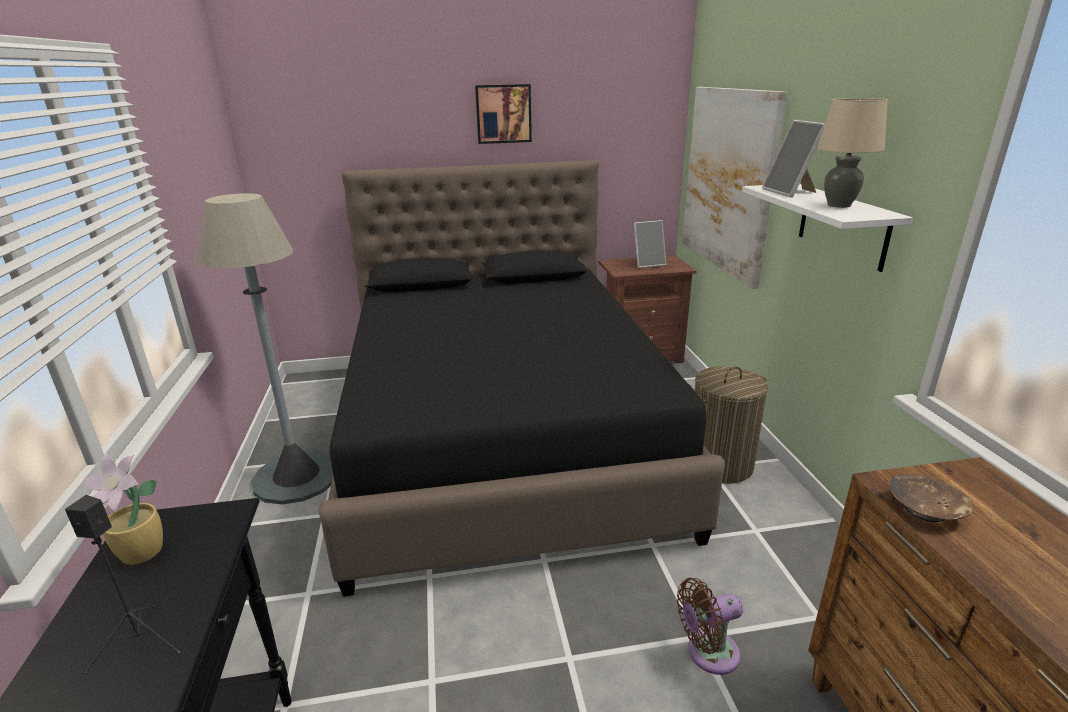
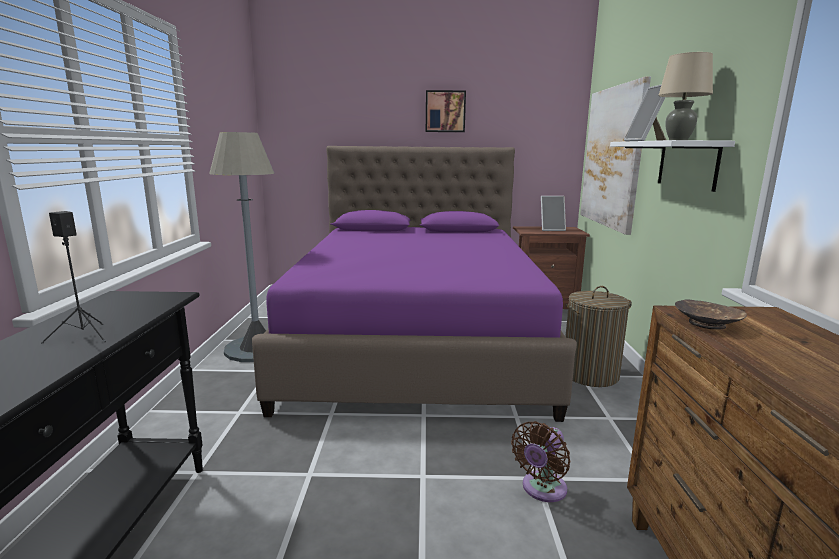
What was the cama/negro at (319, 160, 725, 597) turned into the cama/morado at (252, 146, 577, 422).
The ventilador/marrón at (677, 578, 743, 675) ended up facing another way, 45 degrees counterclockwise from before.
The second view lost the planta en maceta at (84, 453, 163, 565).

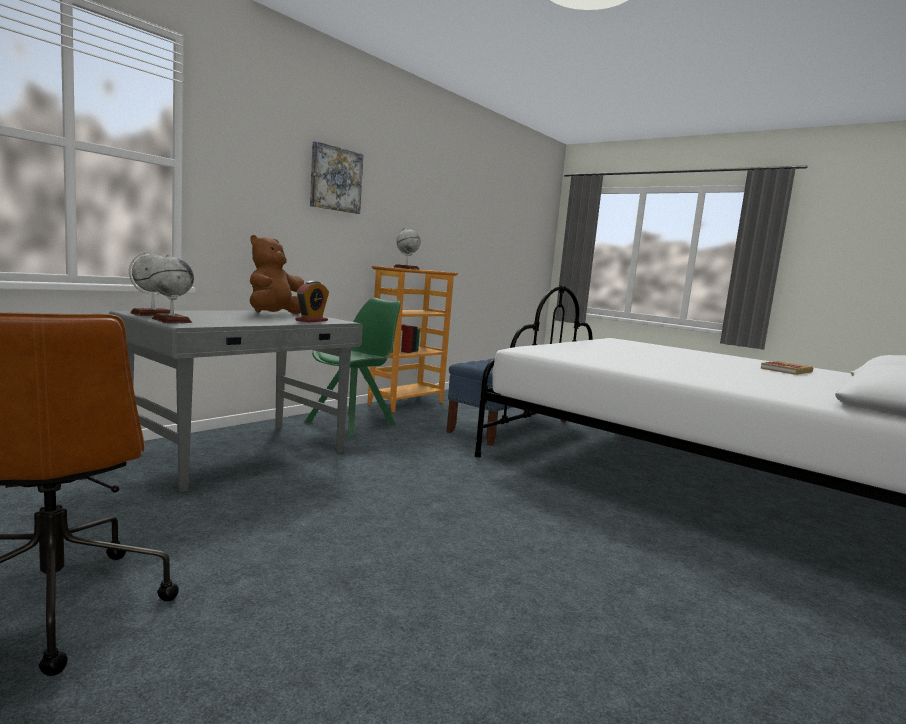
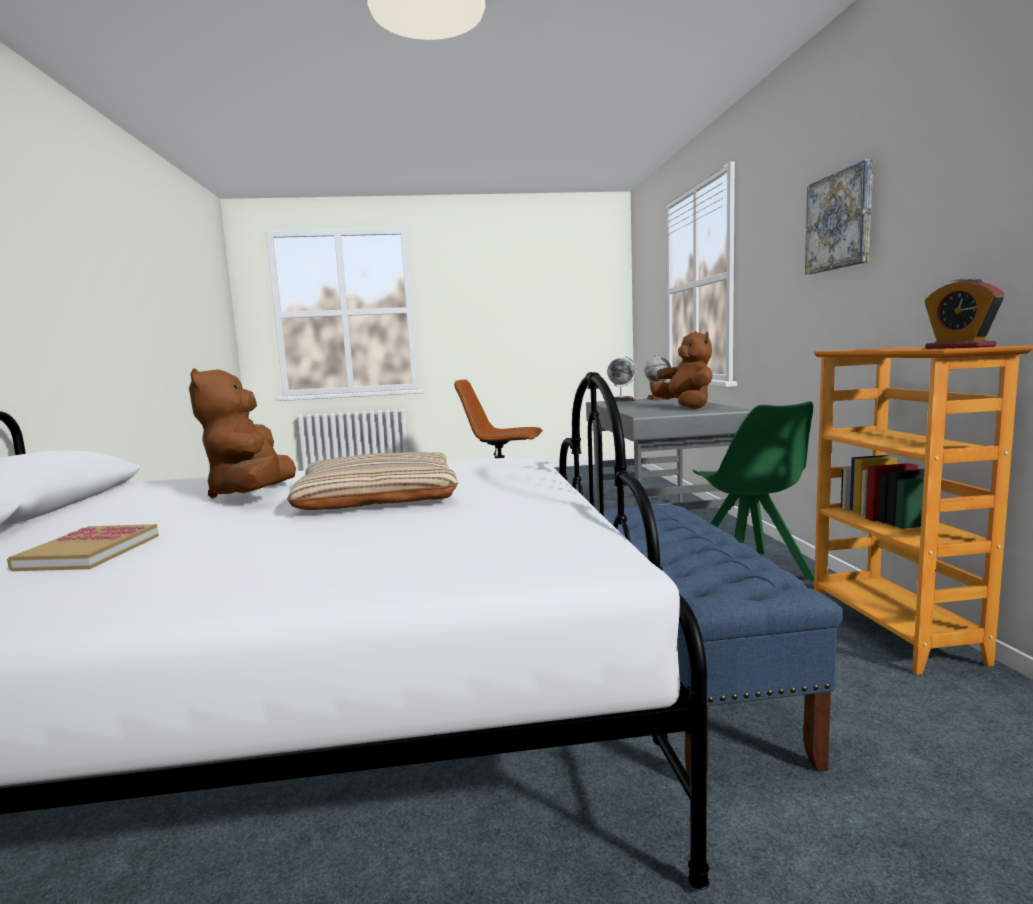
The second view gained the peluche/marrón at (189, 368, 296, 498).
The second view gained the cojín/beis at (287, 452, 458, 510).
The despertador ended up elsewhere, having gone from (296, 281, 329, 322) to (925, 279, 1005, 349).
The second view lost the globo terráqueo at (393, 228, 420, 270).

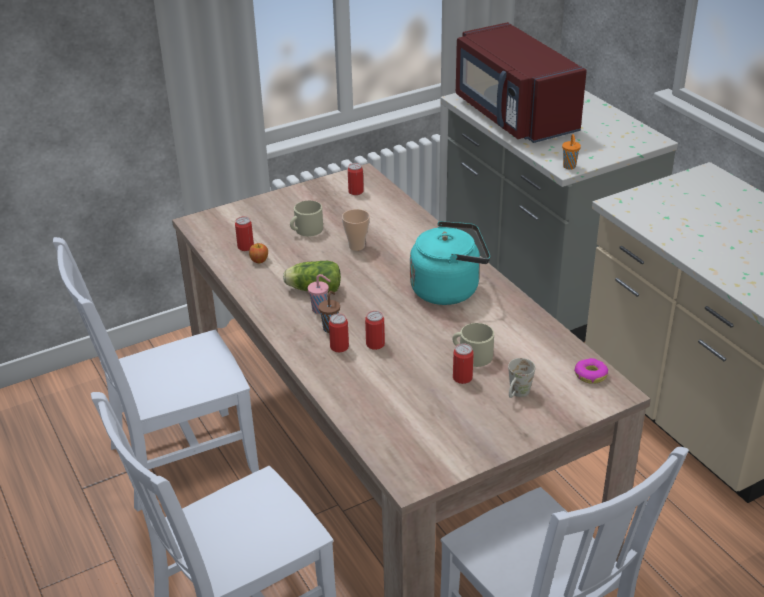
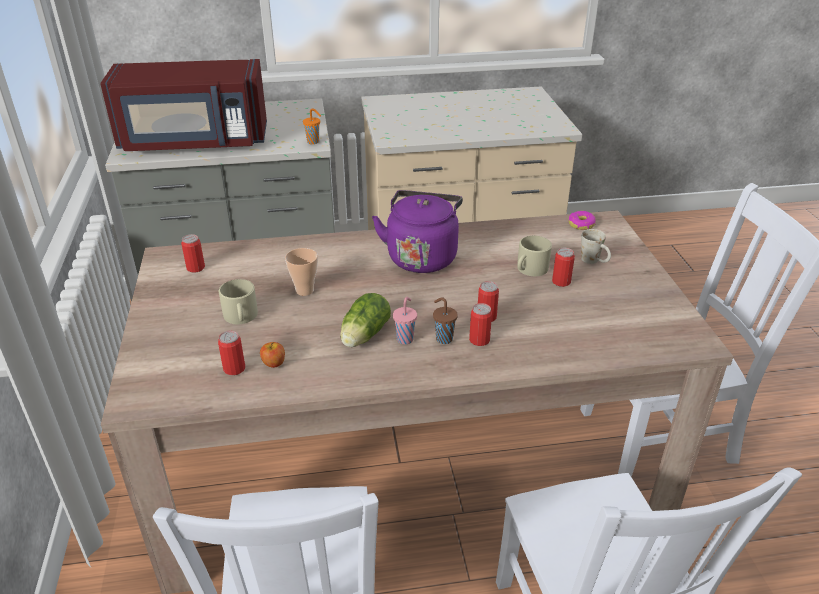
What was the hervidor/turquesa at (410, 221, 490, 305) turned into the hervidor/morado at (372, 190, 463, 273).

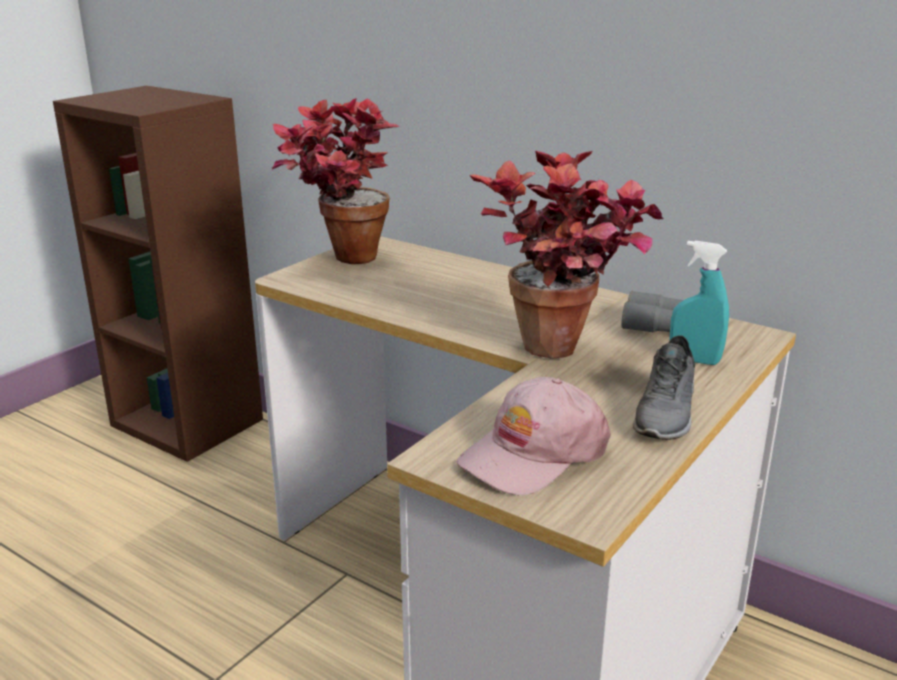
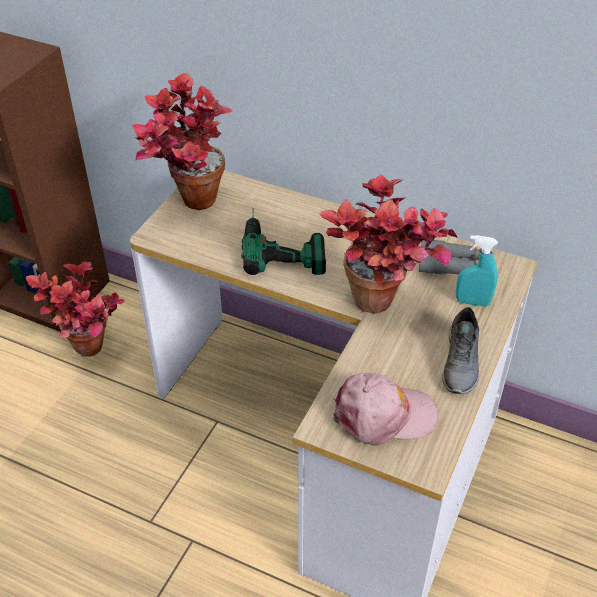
The second view gained the planta en maceta at (26, 261, 125, 357).
The second view gained the taladro at (241, 208, 326, 275).
The gorra/rosa at (457, 377, 611, 495) ended up facing another way, 135 degrees counterclockwise from before.

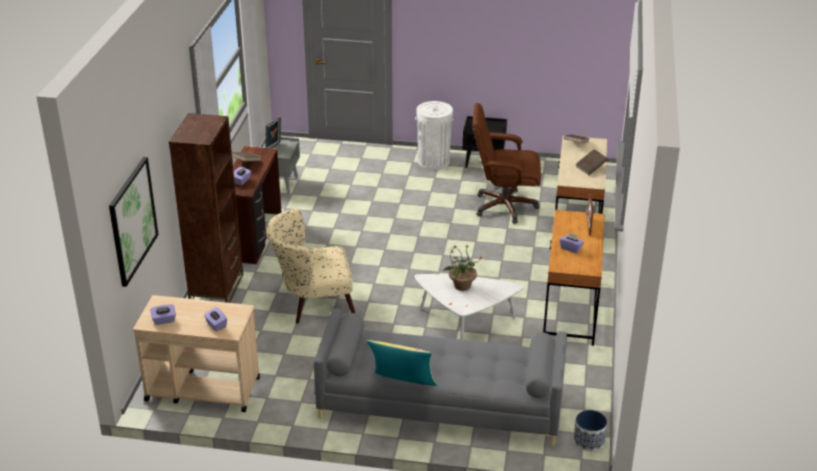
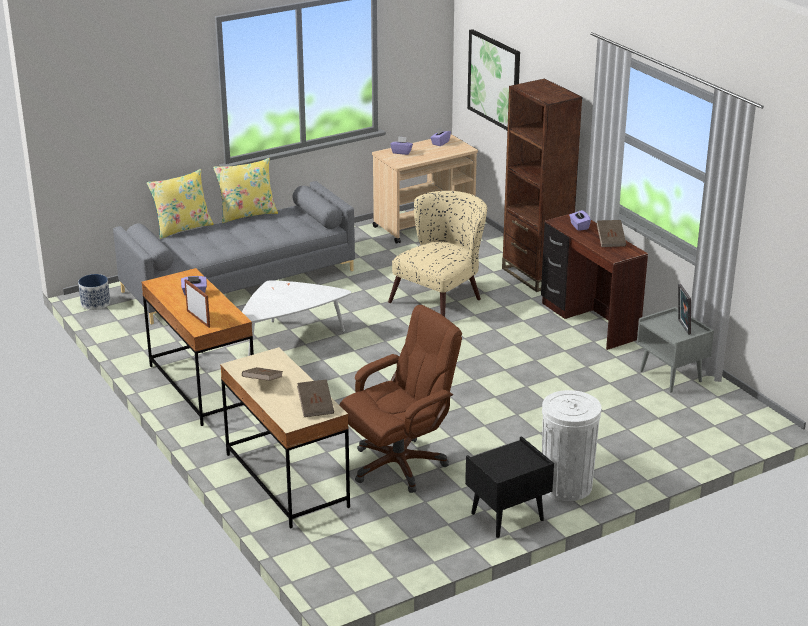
The second view gained the cojín/amarillo at (147, 169, 214, 239).
The second view lost the planta en maceta at (442, 244, 482, 291).

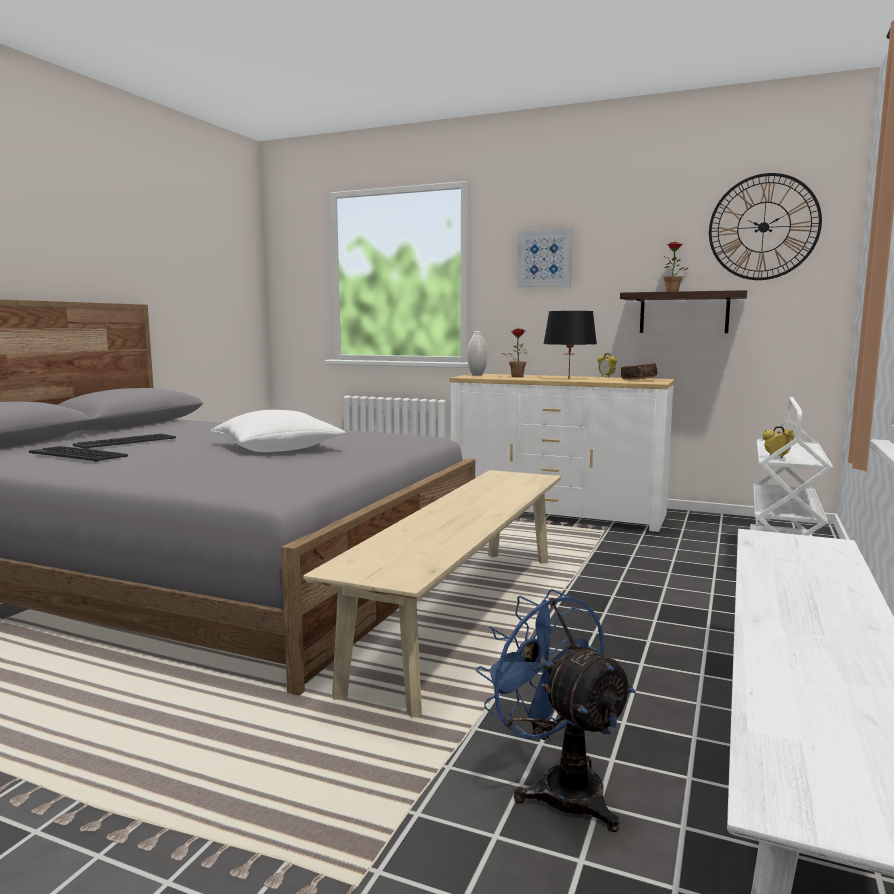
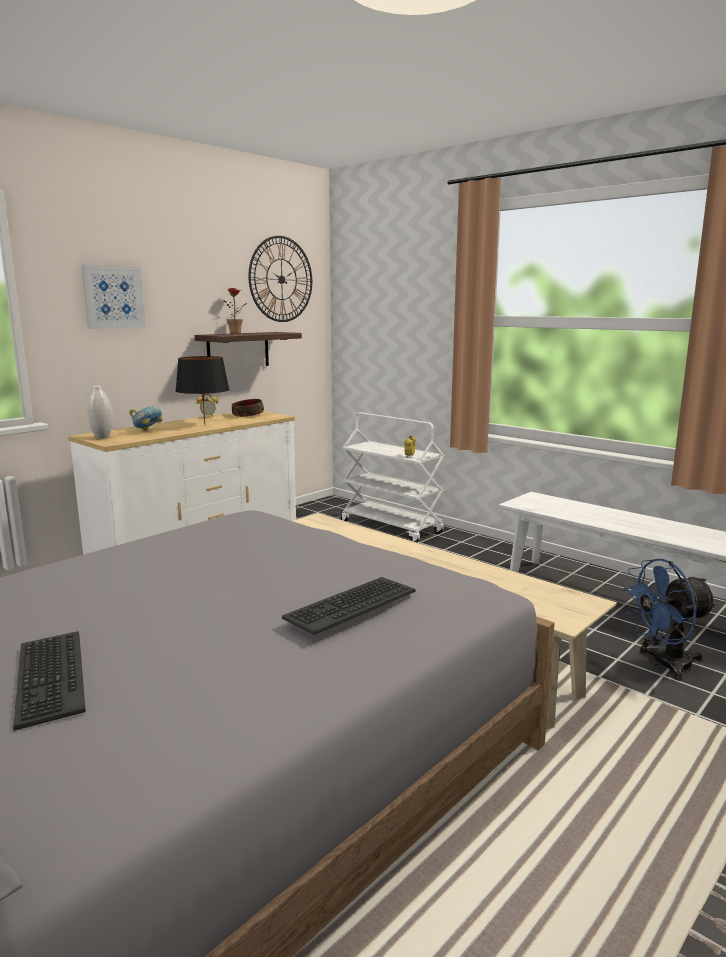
Where the planta en maceta stood at (502, 328, 527, 377), the cuenco came to stand at (129, 406, 163, 431).
The teclado ended up elsewhere, having gone from (29, 446, 128, 462) to (282, 577, 416, 635).
The second view lost the cojín/blanco at (211, 410, 346, 452).

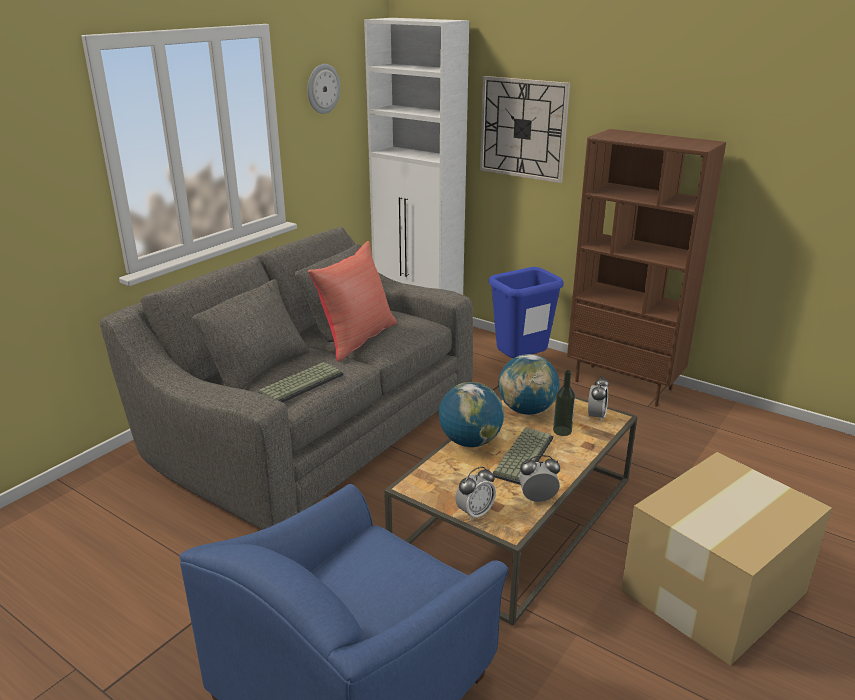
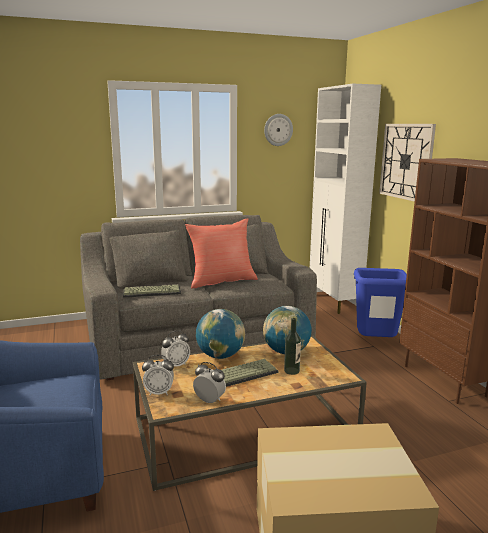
The despertador ended up elsewhere, having gone from (588, 376, 609, 422) to (161, 330, 190, 367).

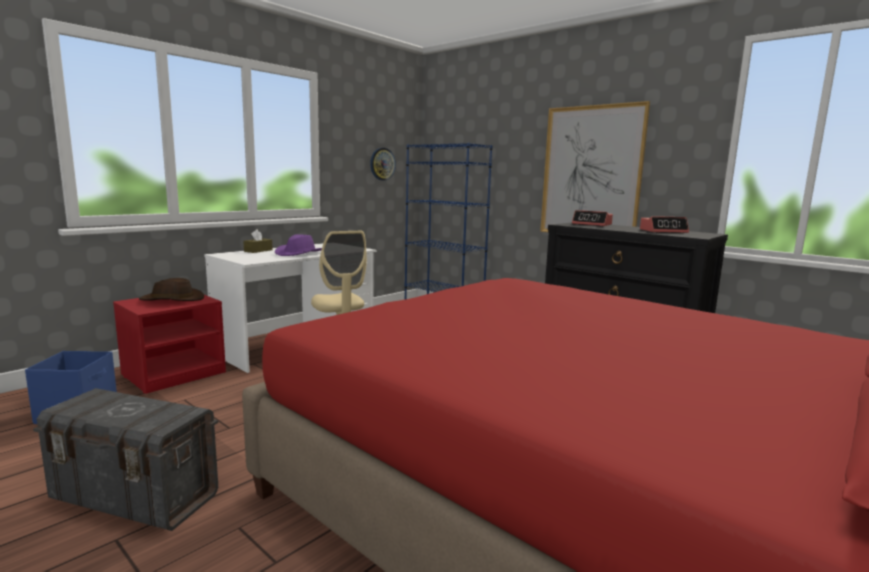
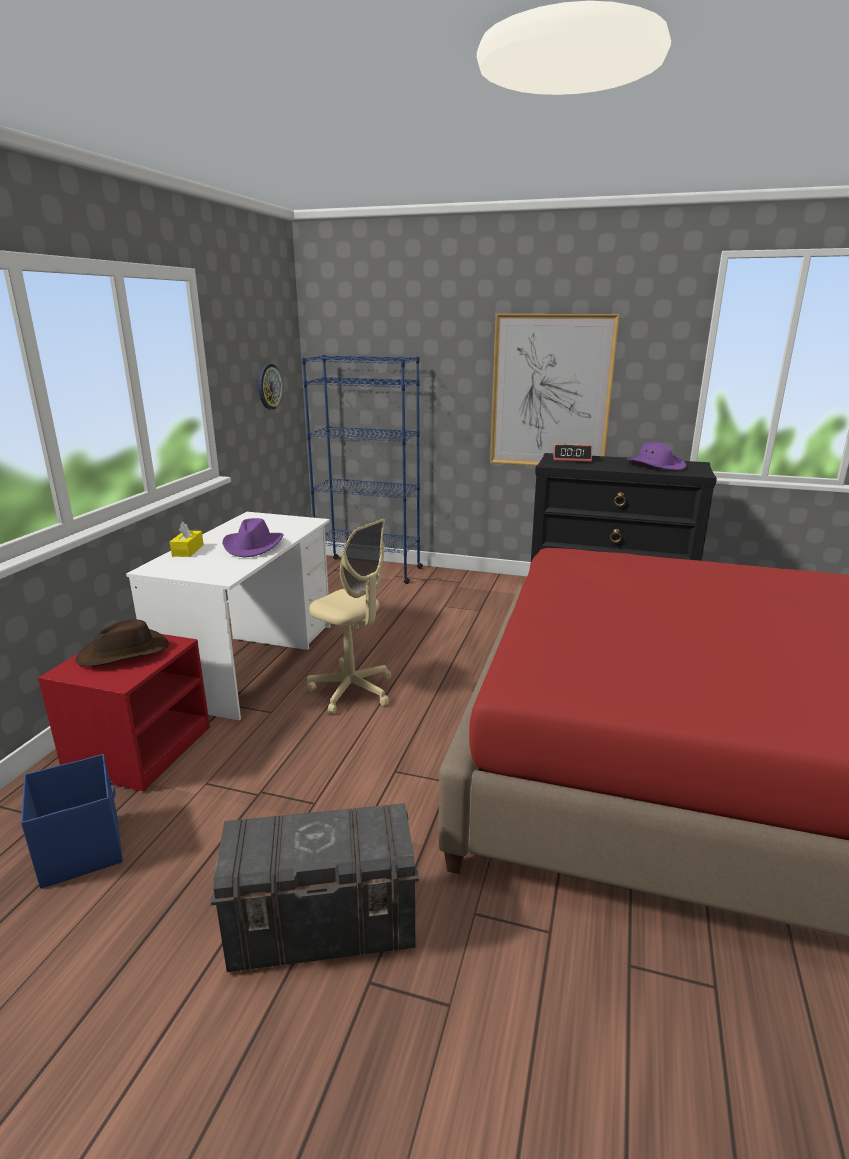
What was the caja de pañuelos/marrón at (243, 229, 273, 253) turned into the caja de pañuelos/amarillo at (170, 522, 204, 557).
Where the despertador stood at (640, 216, 689, 233), the sombrero/morado came to stand at (627, 442, 686, 470).

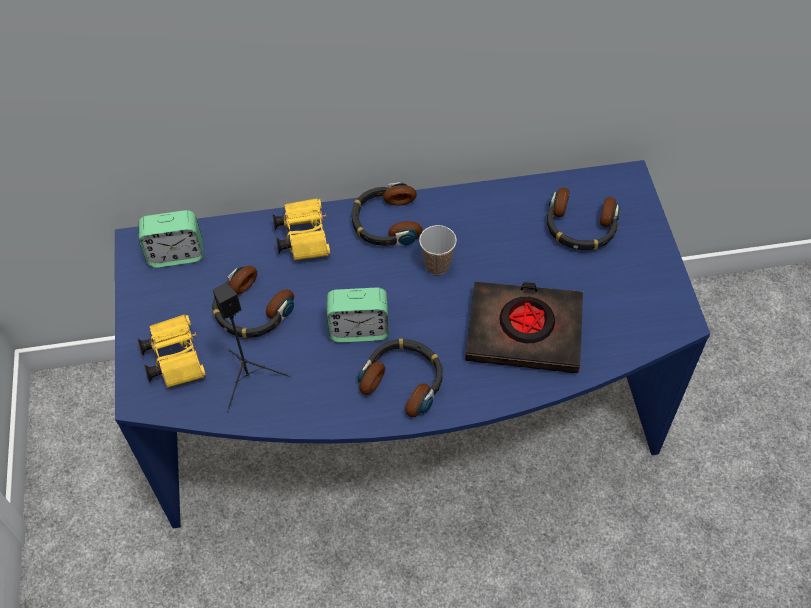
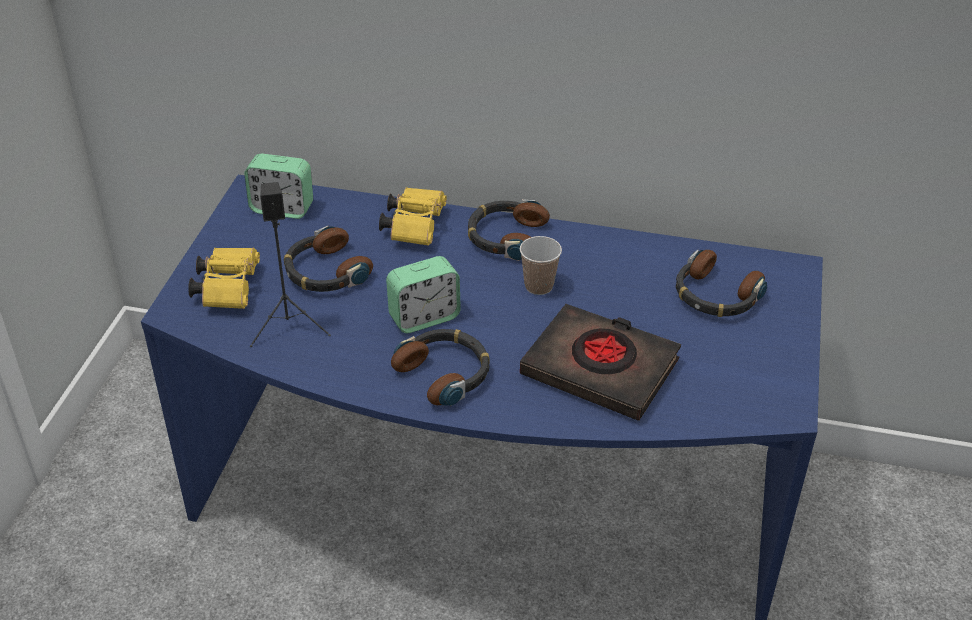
The despertador at (327, 288, 389, 343) ended up facing another way, 45 degrees counterclockwise from before.

